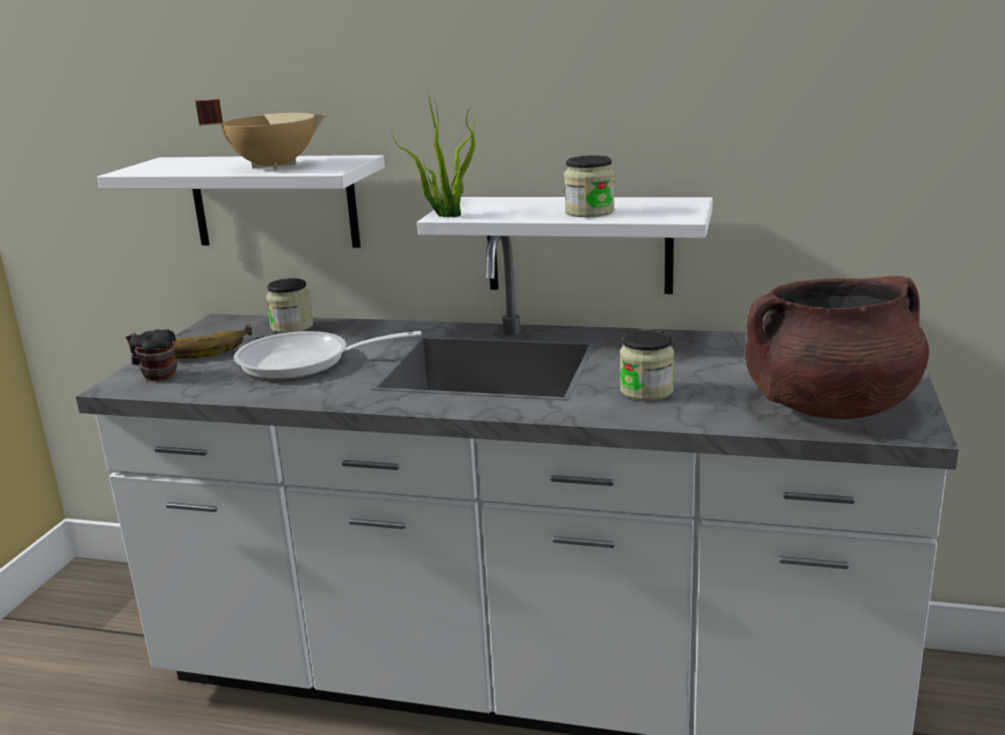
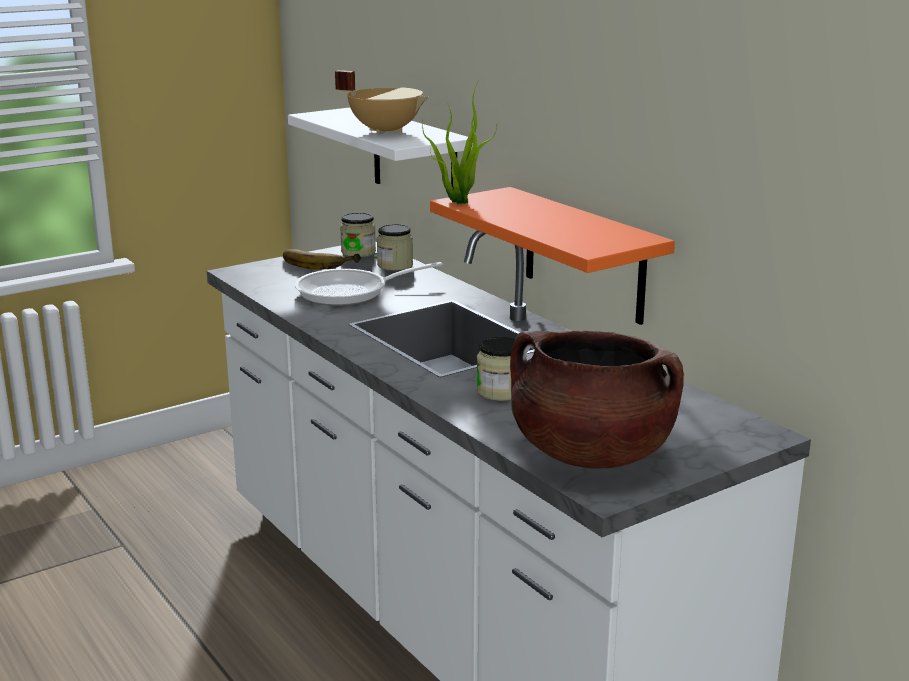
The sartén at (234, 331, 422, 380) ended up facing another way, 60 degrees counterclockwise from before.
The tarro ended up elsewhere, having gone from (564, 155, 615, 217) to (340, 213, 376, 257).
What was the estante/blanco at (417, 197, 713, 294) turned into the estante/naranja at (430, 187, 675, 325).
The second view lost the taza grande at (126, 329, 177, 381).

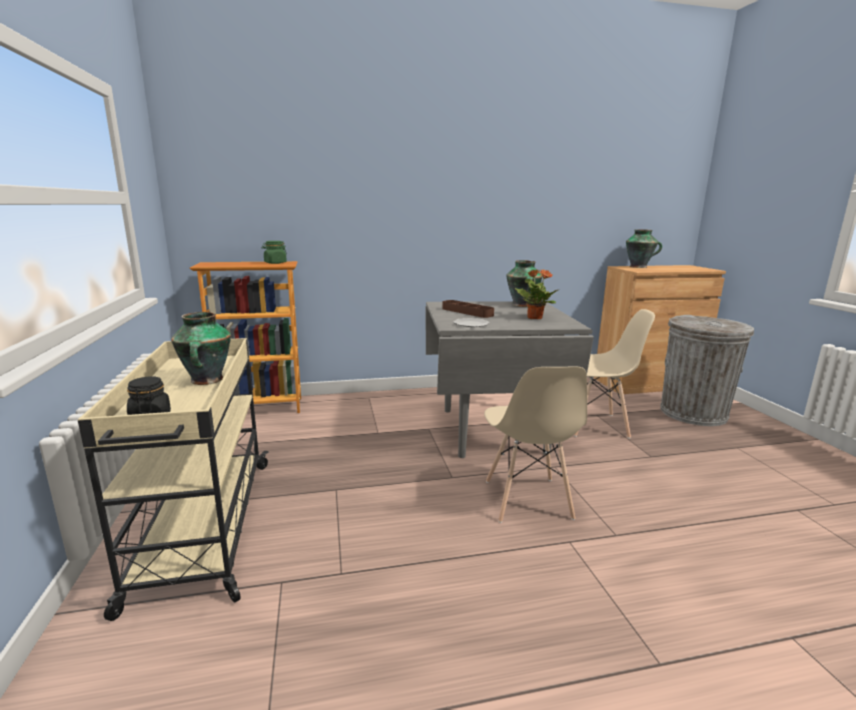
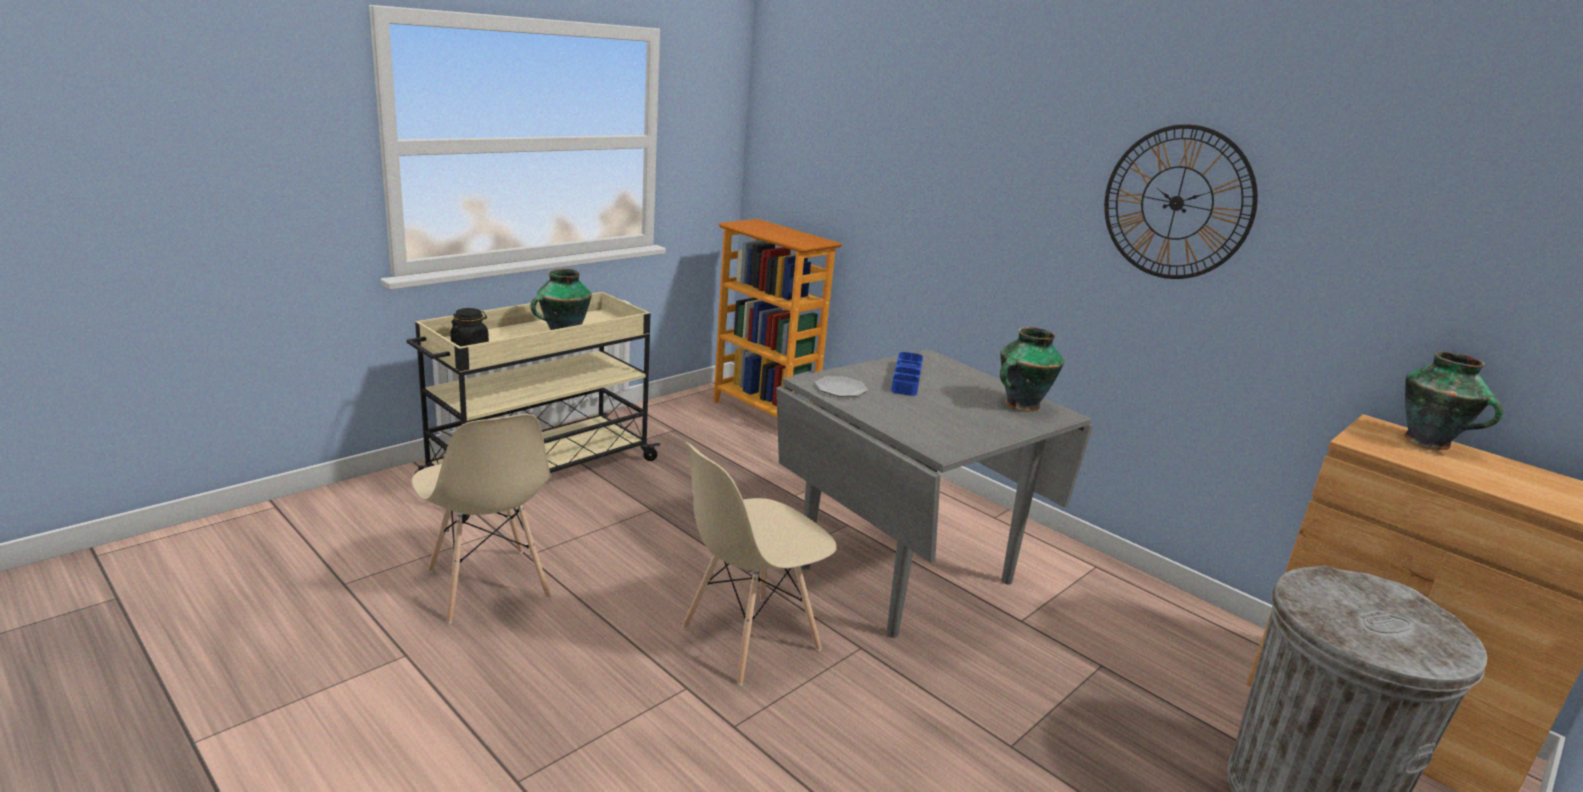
The silla/beis ended up elsewhere, having gone from (574, 309, 655, 439) to (412, 414, 551, 624).
What was the bandeja/marrón at (442, 300, 494, 318) turned into the bandeja/azul at (891, 352, 923, 396).
The second view gained the reloj de pared at (1104, 124, 1258, 279).
The second view lost the tarro/verde at (262, 241, 287, 264).
The second view lost the planta en maceta at (515, 269, 560, 319).

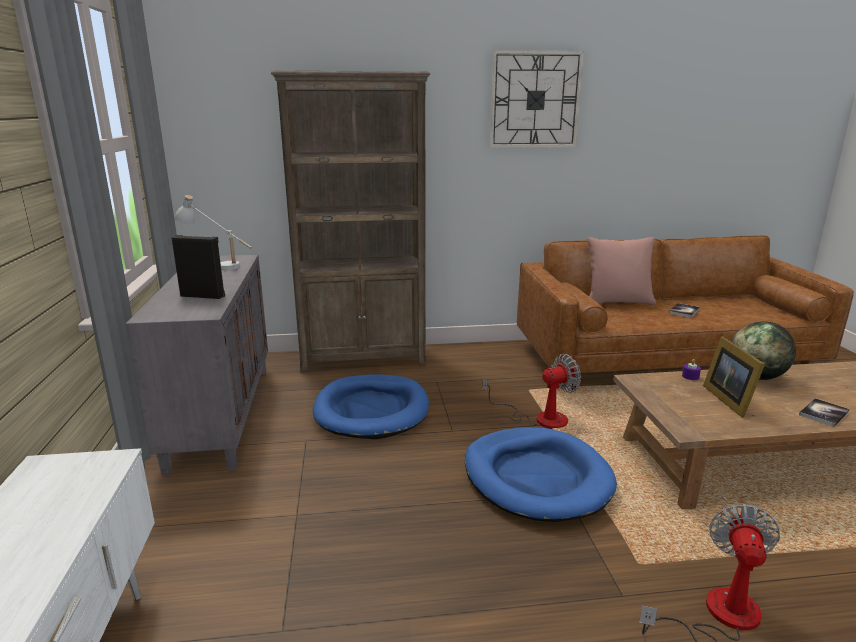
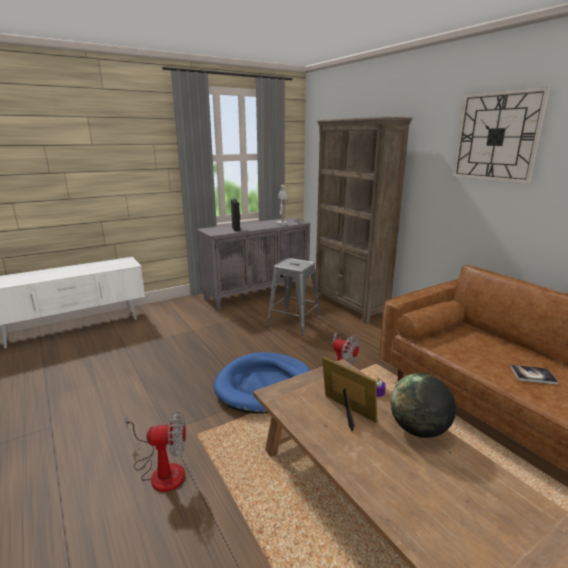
Where the cama para perro/azul stood at (313, 374, 429, 439), the taburete/gris came to stand at (266, 258, 321, 335).
The portarretratos at (703, 337, 765, 418) ended up facing another way, 75 degrees clockwise from before.
The second view lost the cojín/rosa at (587, 237, 656, 305).
The second view lost the libro at (799, 398, 849, 427).

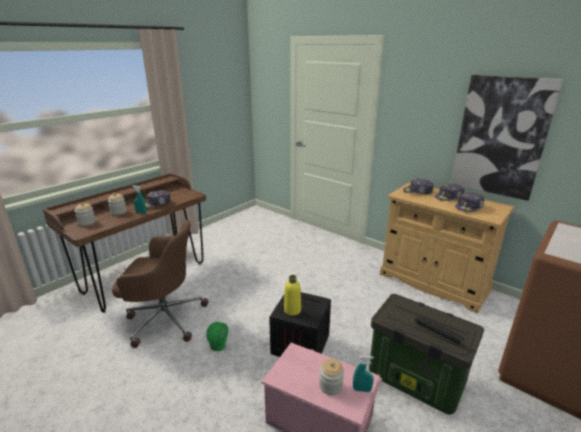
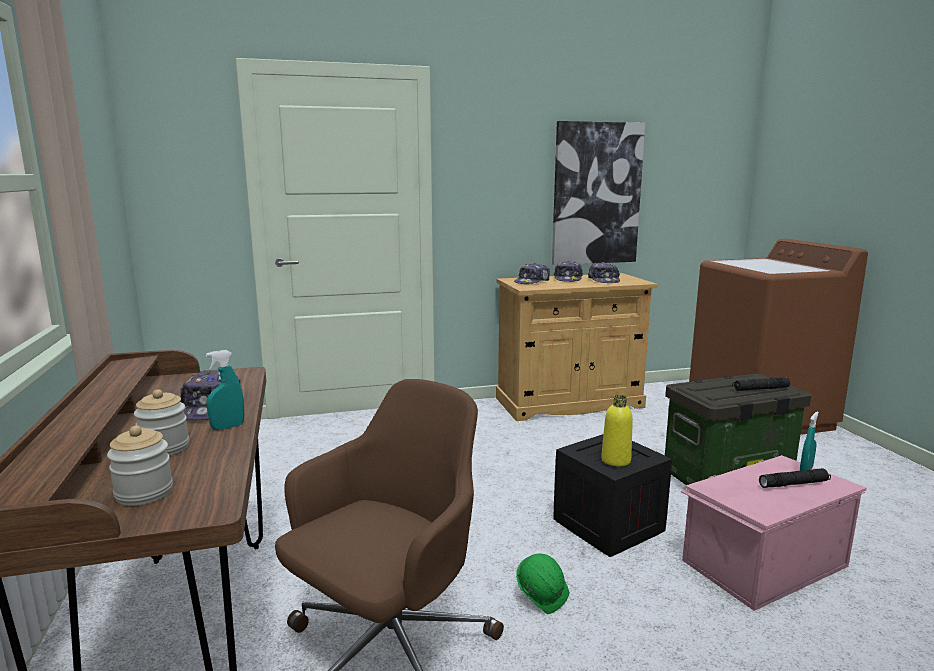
Where the tarro stood at (319, 359, 344, 395), the linterna/negro came to stand at (759, 468, 831, 488).

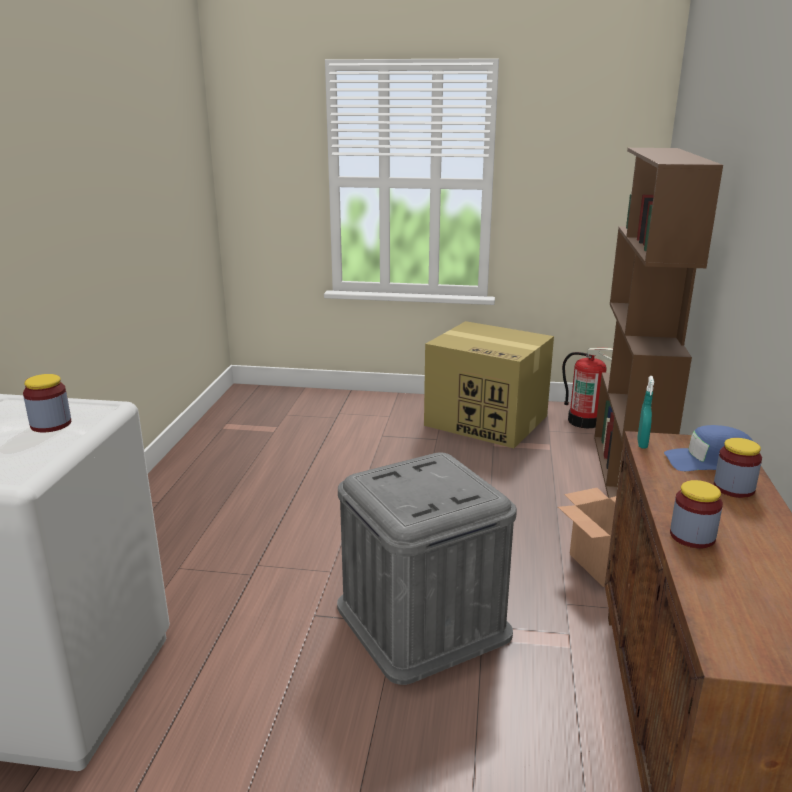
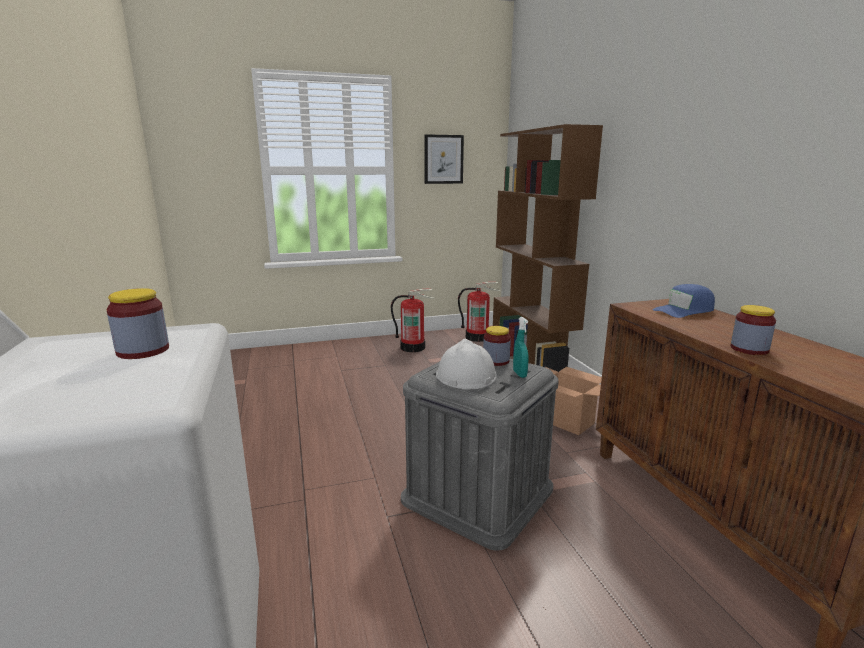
Where the caja de cartón stood at (424, 321, 554, 448), the extintor came to stand at (391, 289, 435, 352).
The second view gained the cuadro at (424, 134, 464, 184).
The second view gained the casco/blanco at (436, 339, 497, 389).
The tarro ended up elsewhere, having gone from (714, 438, 762, 498) to (483, 326, 511, 366).
The pulverizador/turquesa ended up elsewhere, having gone from (637, 376, 654, 449) to (513, 317, 529, 378).

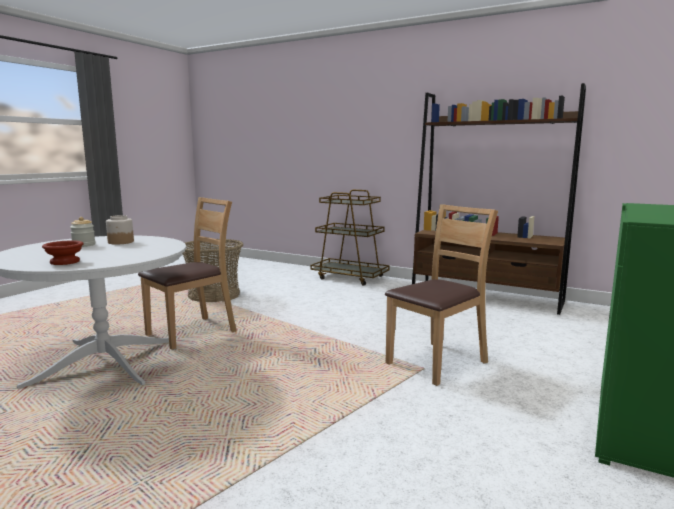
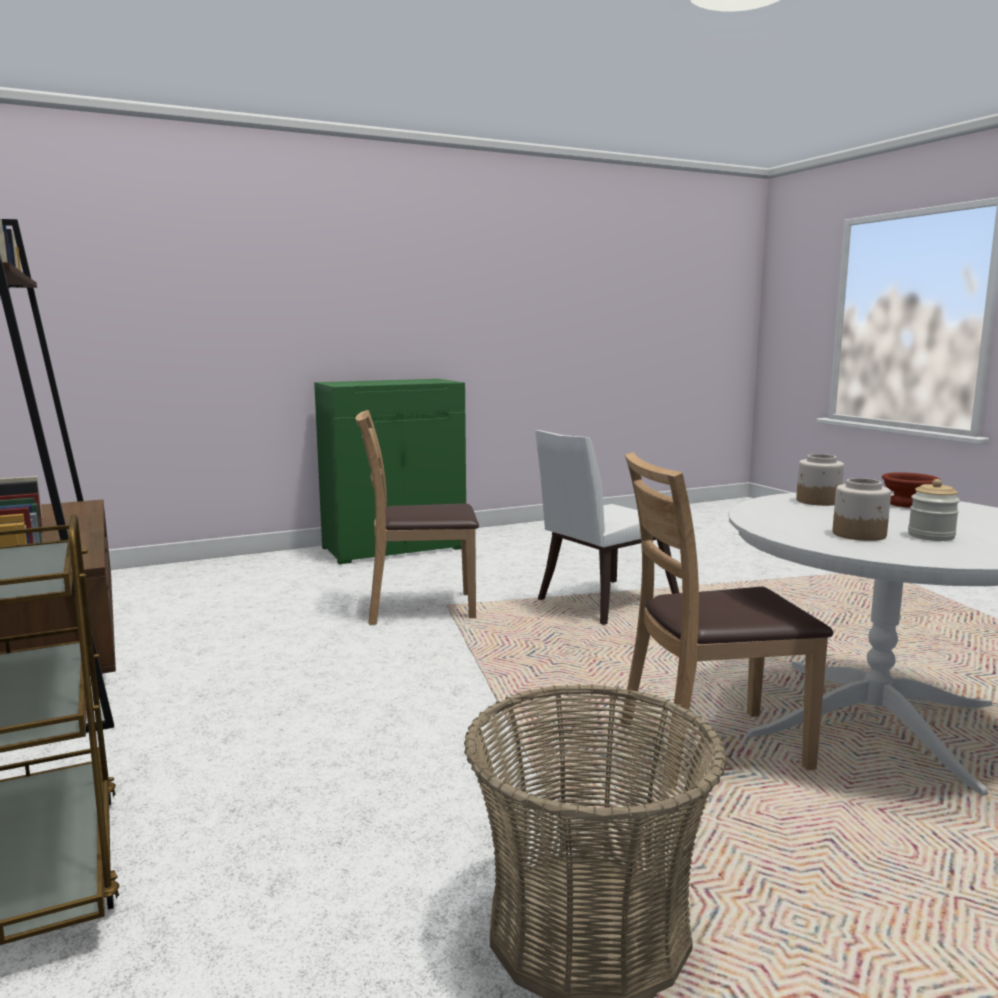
The second view gained the silla/blanco at (535, 430, 679, 625).
The second view gained the tarro at (796, 454, 844, 506).

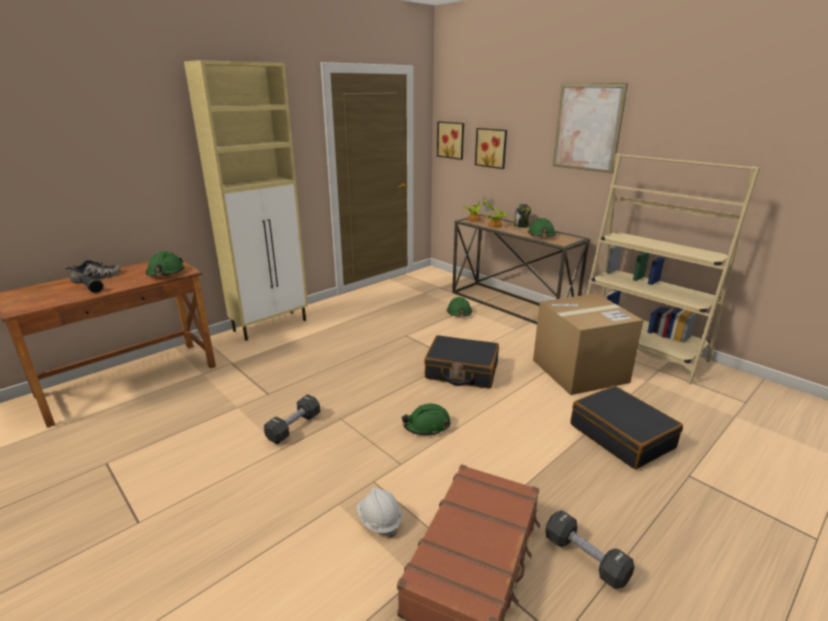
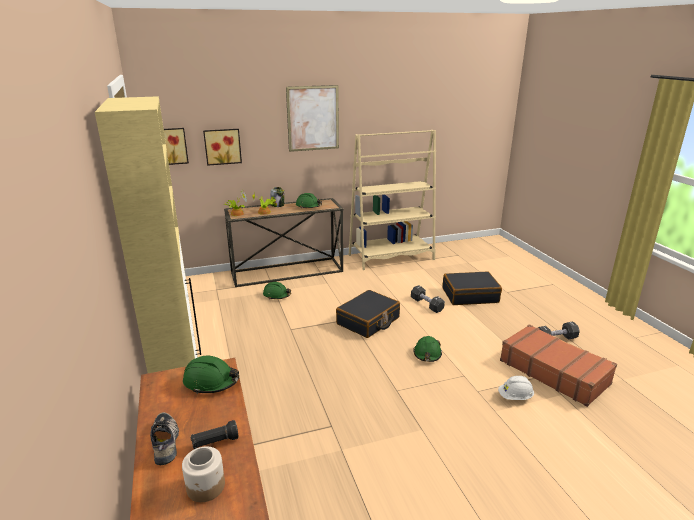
The second view gained the tarro at (182, 446, 225, 502).
The mancuerna/negro ended up elsewhere, having gone from (264, 394, 320, 444) to (411, 285, 445, 313).
The second view lost the caja de cartón at (533, 294, 644, 395).

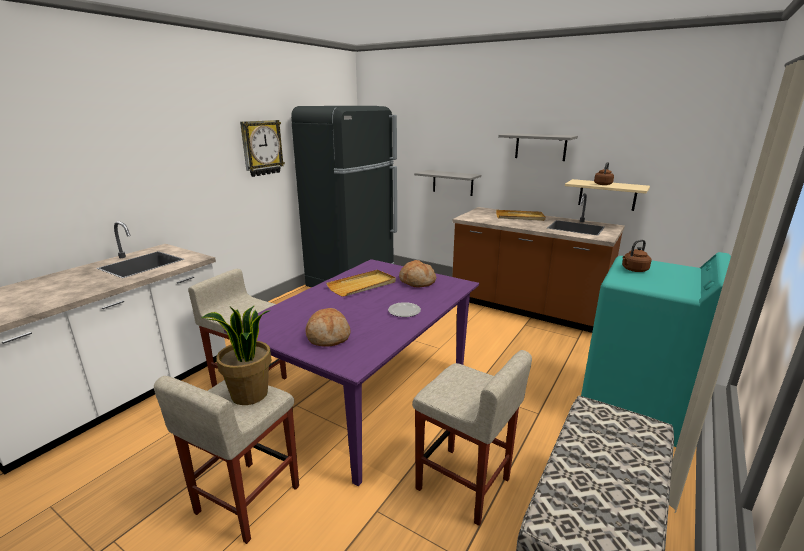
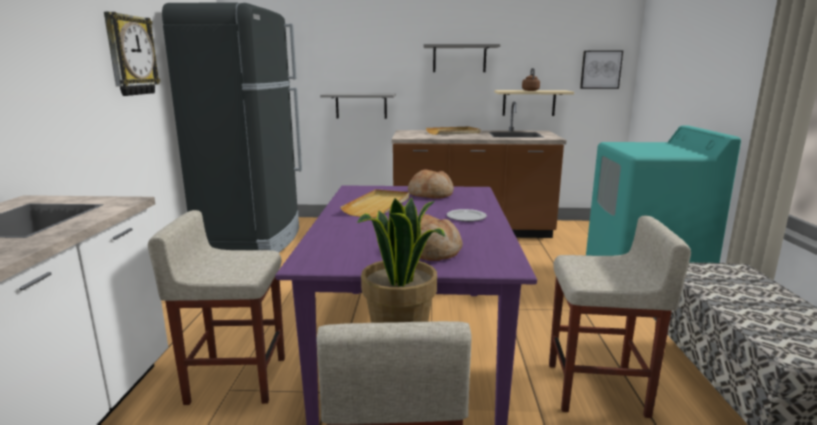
The second view gained the cuadro at (580, 51, 623, 89).
The second view lost the hervidor/marrón at (622, 239, 652, 272).

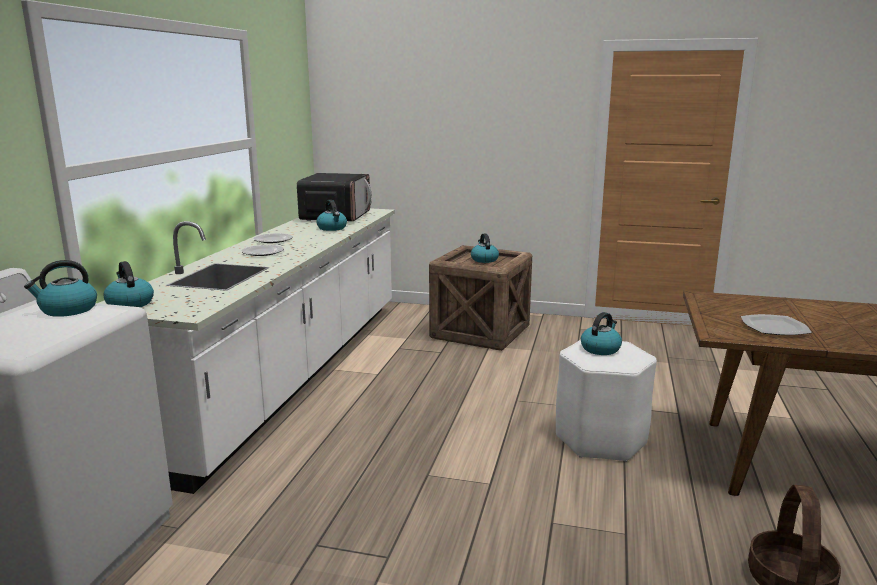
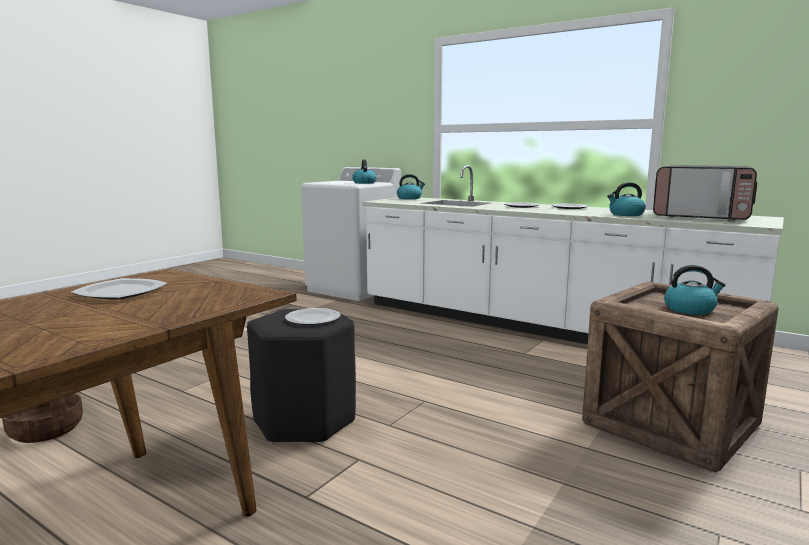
What was the taburete/blanco at (556, 340, 657, 462) turned into the taburete/negro at (247, 309, 356, 443).
Where the hervidor stood at (581, 312, 622, 355), the plato came to stand at (285, 308, 340, 325).

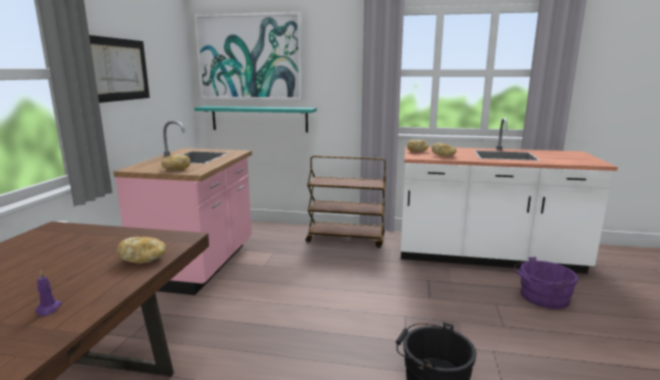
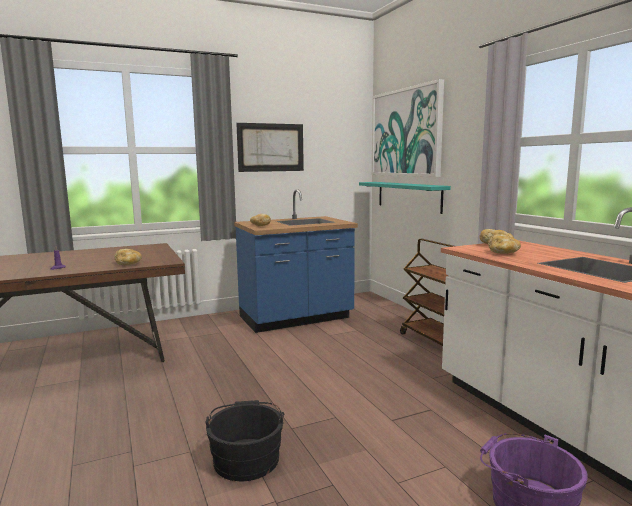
What was the mueble bajo de cocina/rosa at (114, 121, 252, 295) turned into the mueble bajo de cocina/azul at (234, 189, 358, 333).

